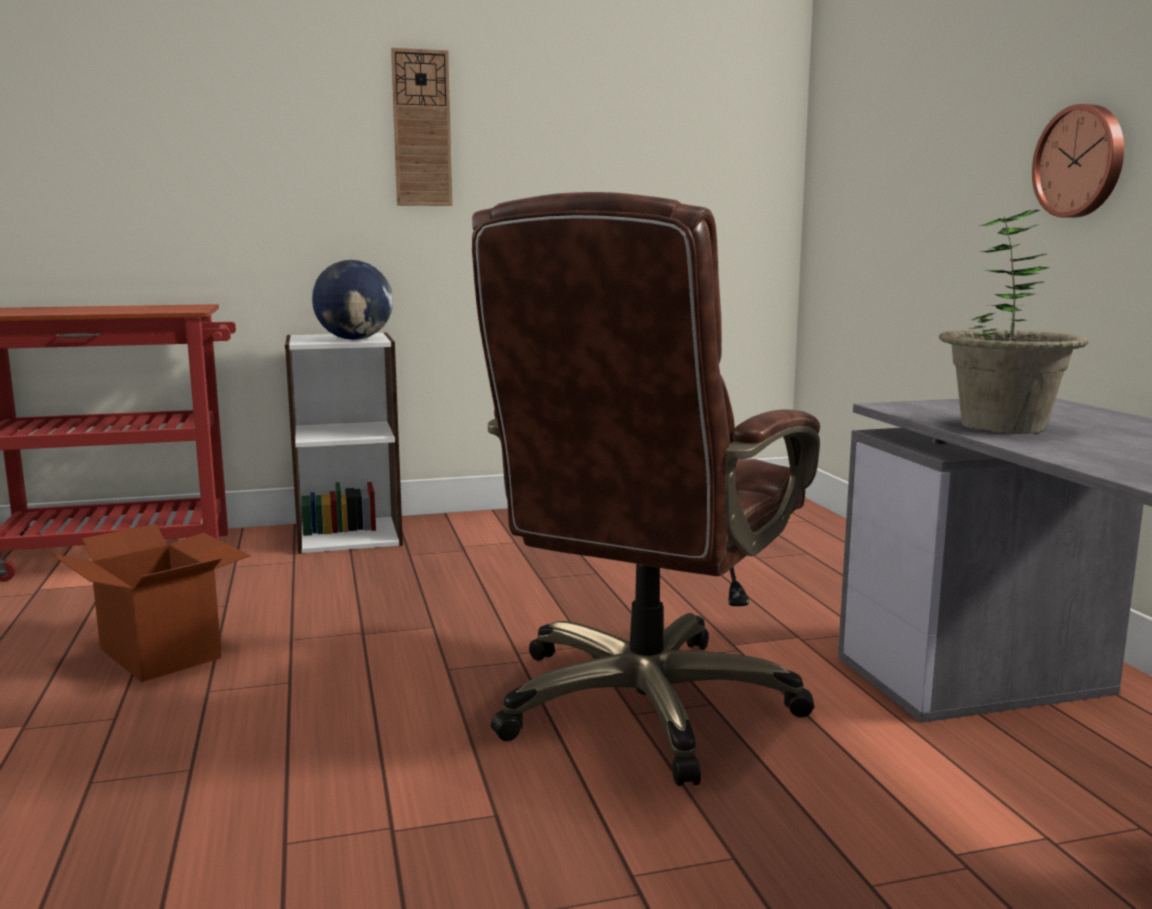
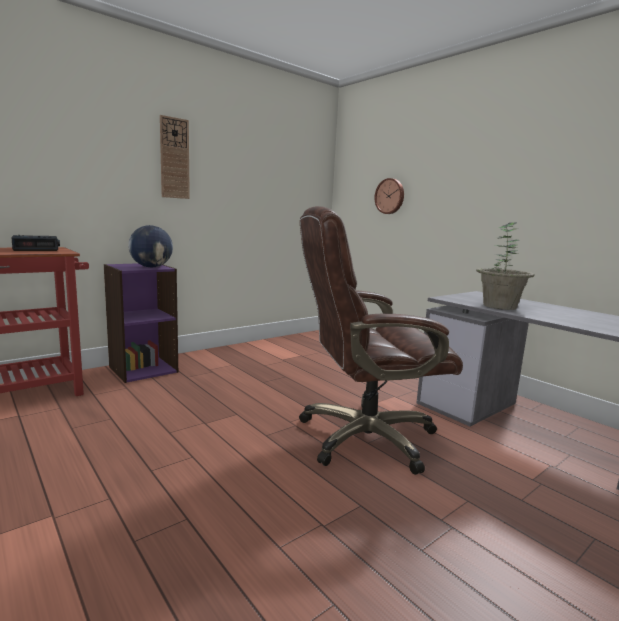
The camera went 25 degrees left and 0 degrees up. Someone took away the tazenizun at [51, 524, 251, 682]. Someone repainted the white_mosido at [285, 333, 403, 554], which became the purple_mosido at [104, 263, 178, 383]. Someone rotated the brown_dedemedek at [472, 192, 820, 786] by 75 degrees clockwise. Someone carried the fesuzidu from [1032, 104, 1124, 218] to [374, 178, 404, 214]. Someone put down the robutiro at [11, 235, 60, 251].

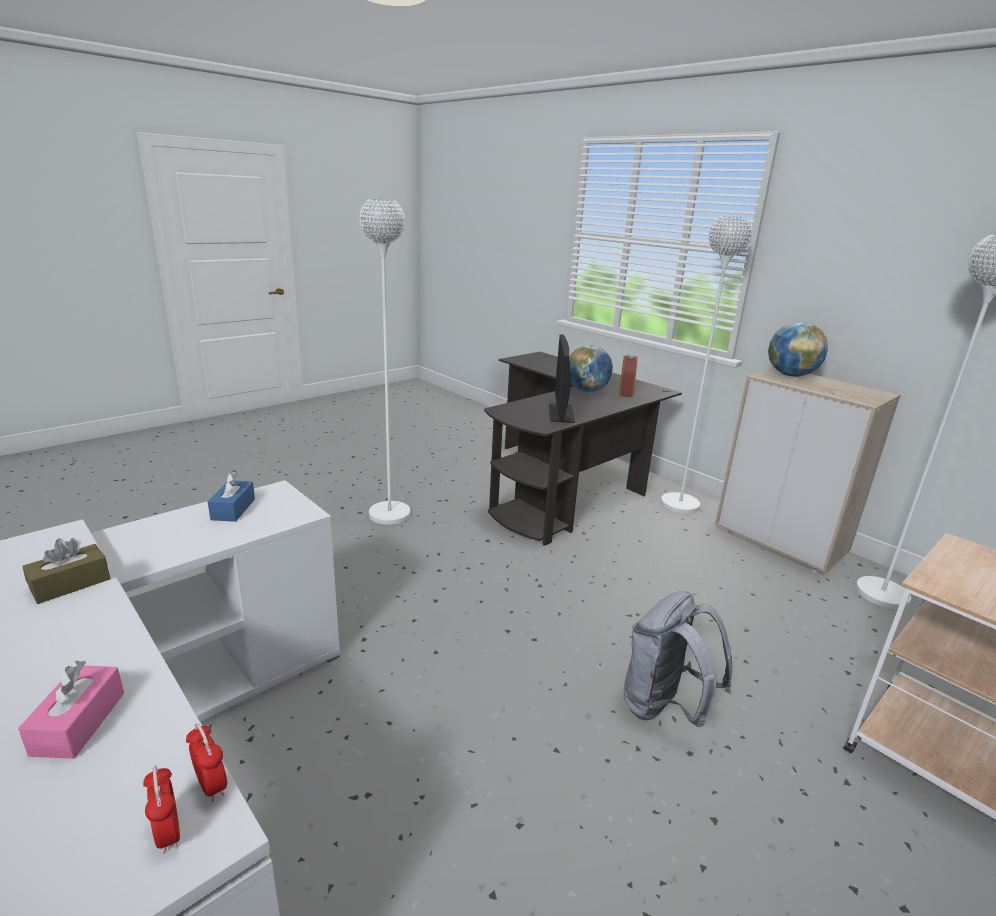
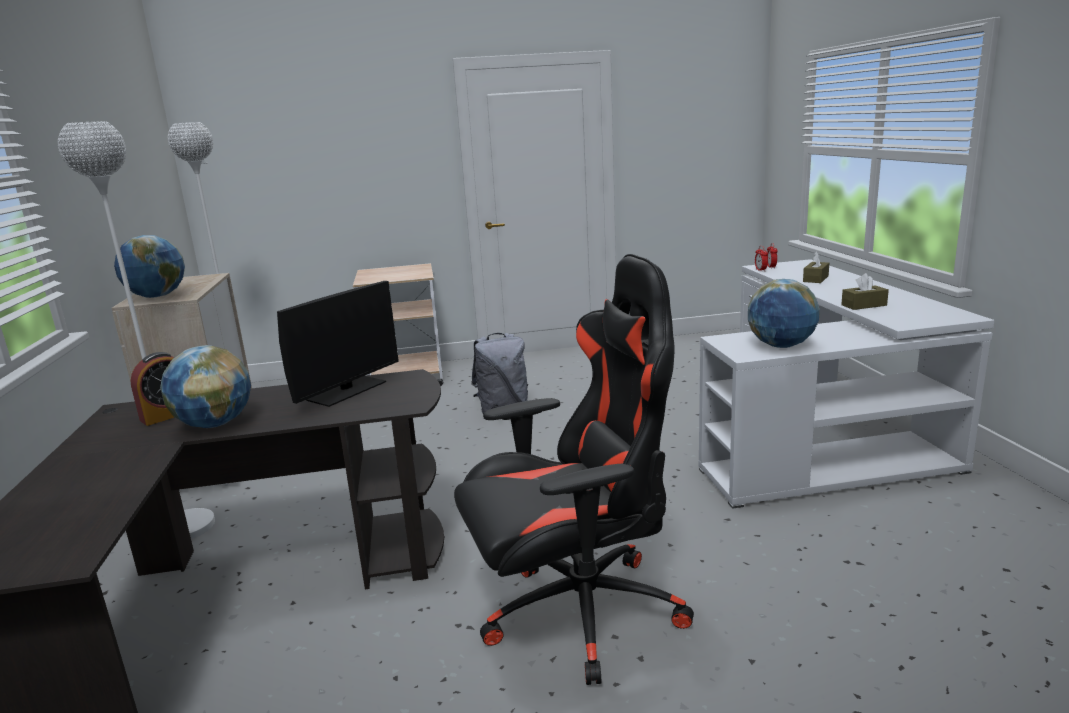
The camera went 145 degrees left and 5 degrees down. Someone repainted the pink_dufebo at [18, 661, 124, 759], which became the brown_dufebo at [803, 252, 829, 283]. Someone swapped the blue_dufebo at [208, 472, 255, 522] for the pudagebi at [748, 279, 820, 348]. Someone swapped the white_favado at [360, 199, 411, 525] for the black_dedemedek at [454, 254, 694, 685].

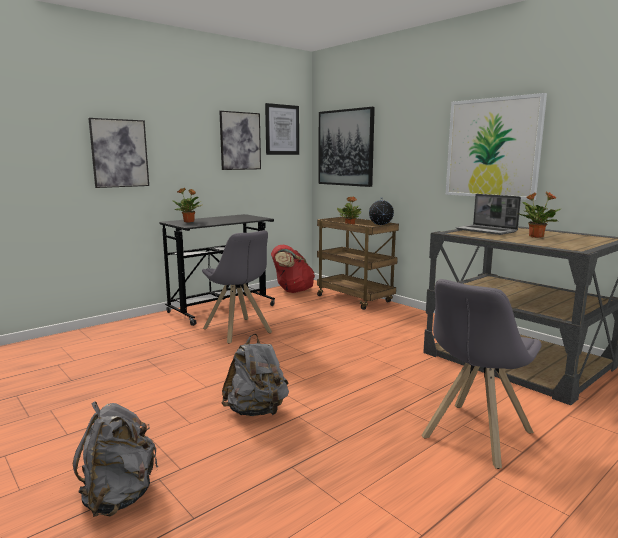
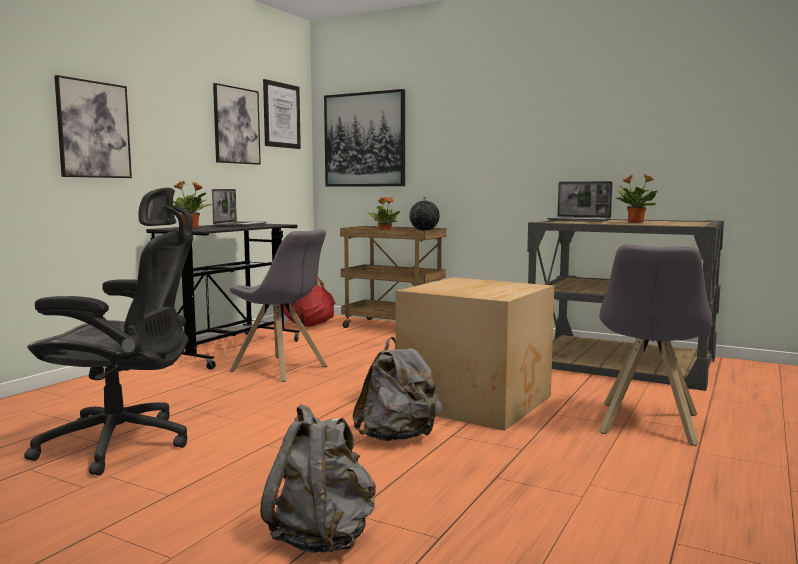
The camera went 20 degrees left and 5 degrees down. Someone took away the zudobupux at [446, 93, 547, 200]. Someone put down the dedemedek at [24, 188, 193, 476]. Someone put down the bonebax at [212, 189, 267, 227]. Someone put down the tazenizun at [395, 277, 554, 431].

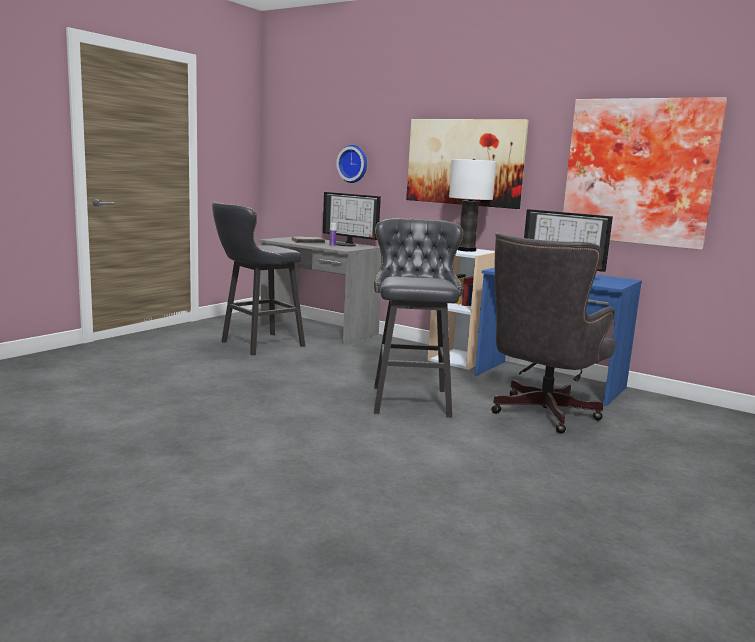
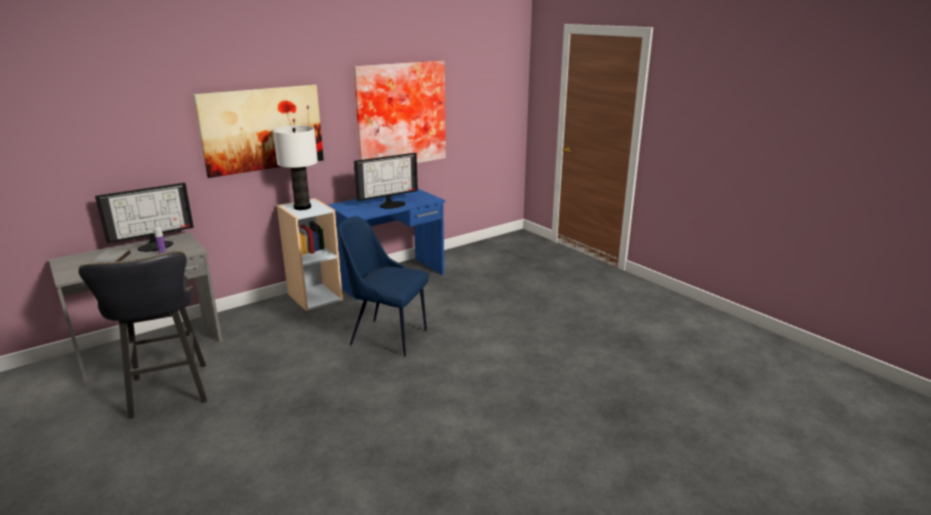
The camera went 70 degrees left and 10 degrees up. Someone took away the fesuzidu at [336, 145, 367, 183]. Someone swapped the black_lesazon at [374, 218, 463, 417] for the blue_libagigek at [339, 216, 429, 356]. Someone took away the grey_dedemedek at [491, 232, 616, 434].

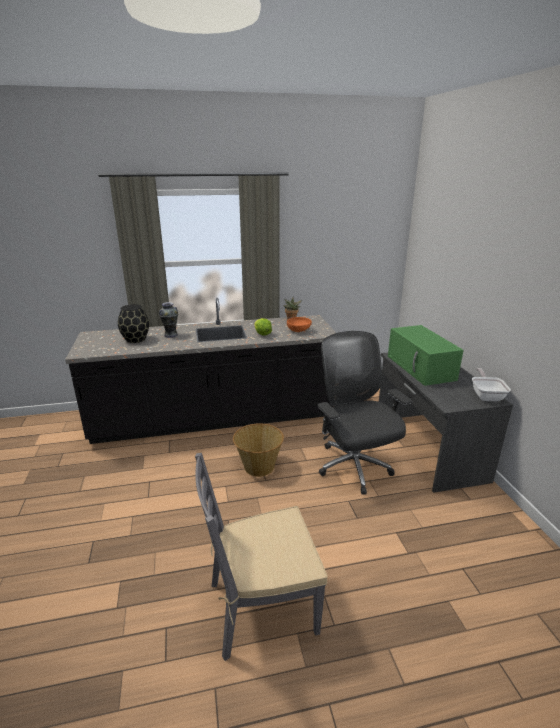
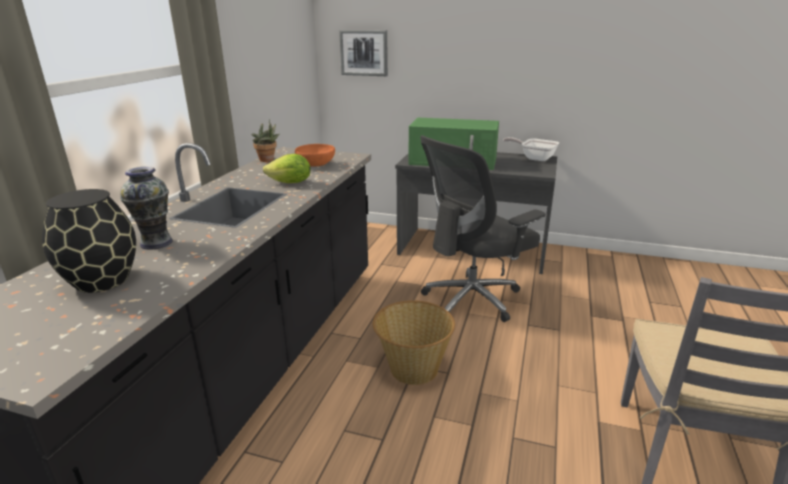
The camera went 60 degrees left and 0 degrees up. Someone rotated the dedemedek at [318, 331, 412, 495] by 45 degrees counterclockwise. Someone put up the zudobupux at [339, 30, 388, 76].

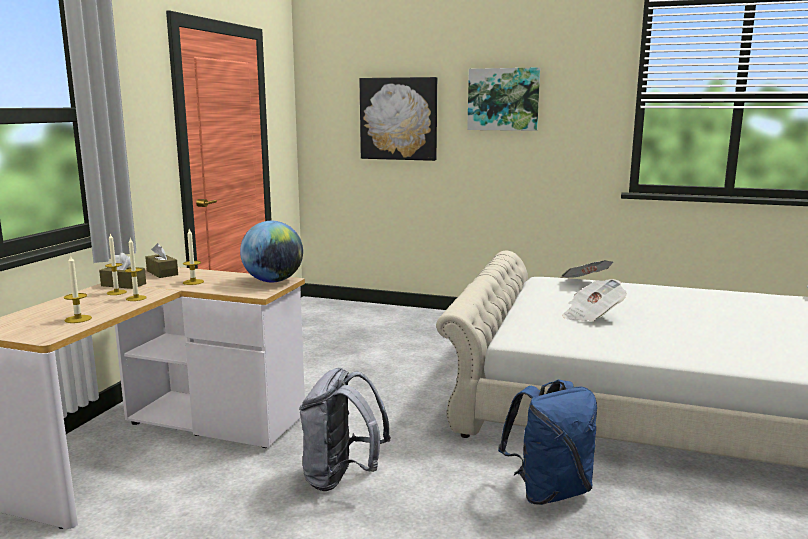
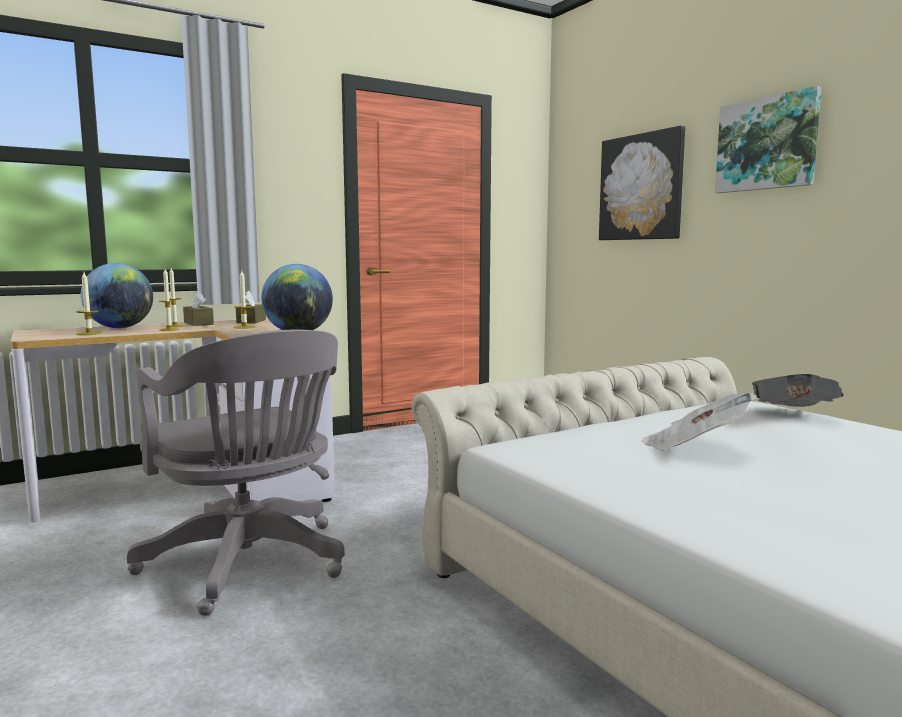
The camera went 40 degrees right and 5 degrees down. Someone swapped the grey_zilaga at [299, 368, 391, 491] for the grey_dedemedek at [127, 330, 345, 616]. Someone took away the blue_zilaga at [498, 379, 597, 505]. Someone put down the pudagebi at [81, 263, 153, 328].

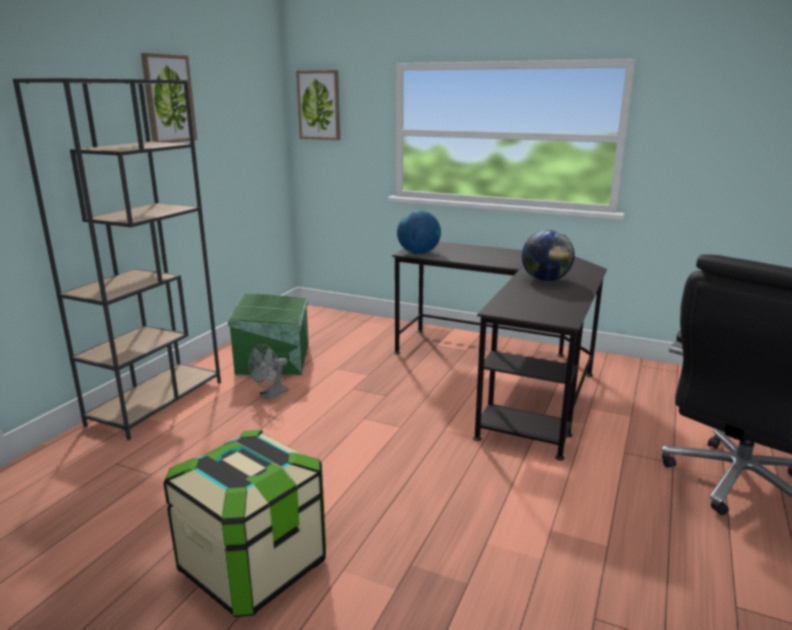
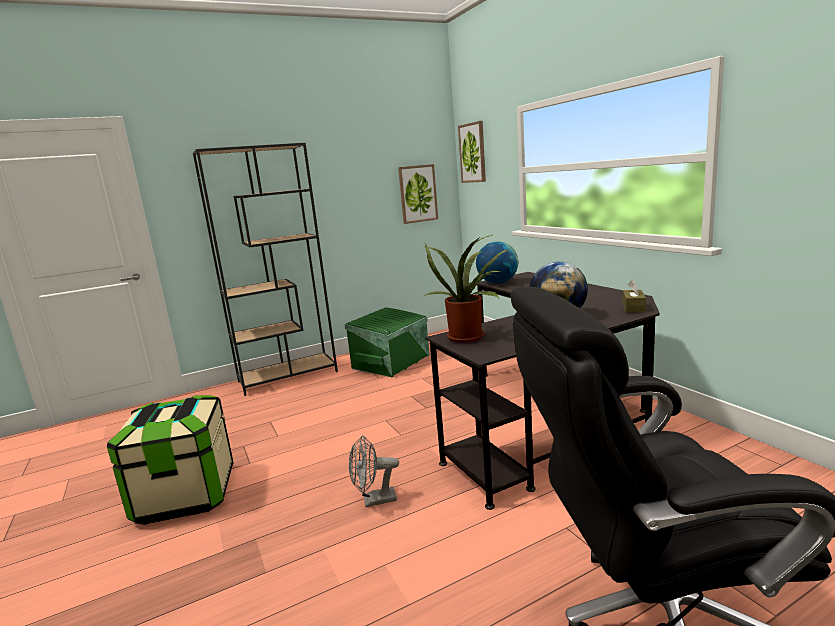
The camera went 40 degrees right and 5 degrees down. Someone carried the zudobupux from [141, 53, 197, 143] to [398, 164, 438, 224]. Someone carried the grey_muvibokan from [248, 344, 288, 400] to [349, 435, 399, 507]. Someone put down the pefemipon at [424, 235, 509, 343]. Someone put down the brown_dufebo at [622, 280, 646, 313].

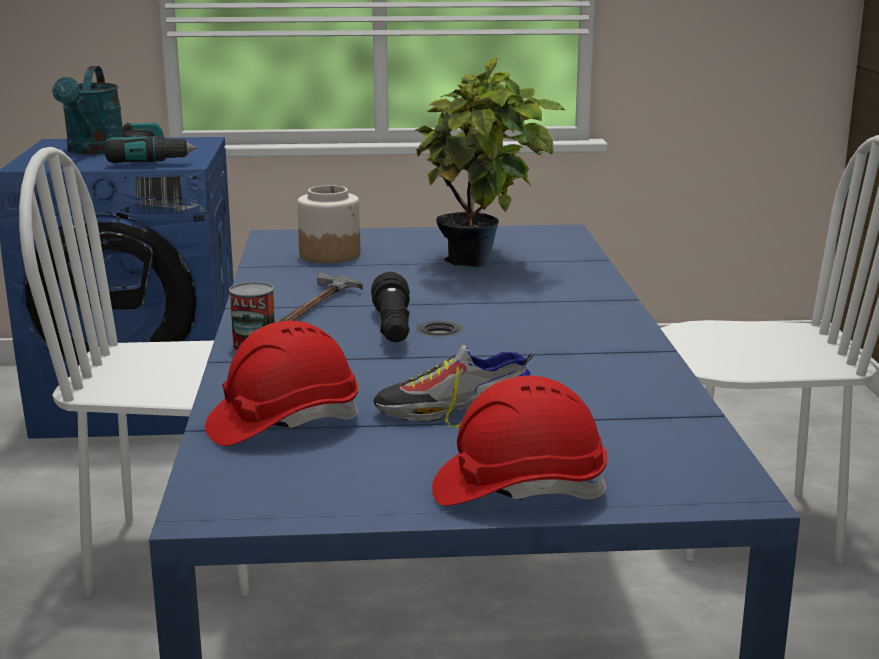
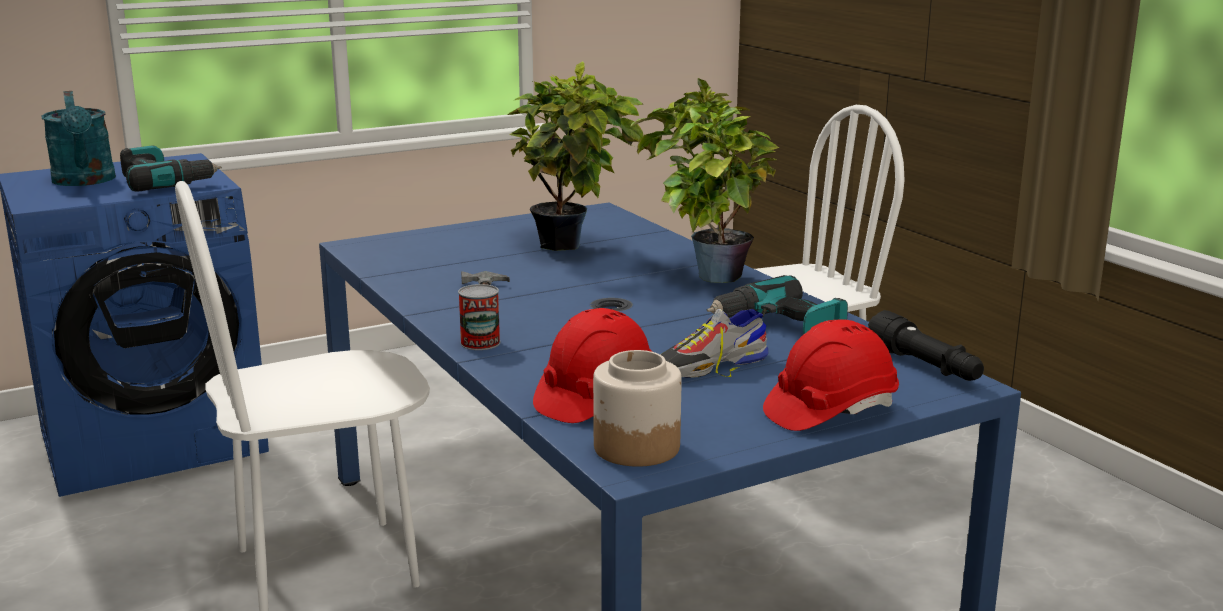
The camera went 25 degrees left and 0 degrees up. Someone carried the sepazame from [297, 185, 360, 263] to [593, 350, 682, 467]. Someone carried the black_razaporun from [371, 272, 410, 342] to [868, 310, 984, 381]. Someone put down the pefemipon at [631, 78, 779, 283]. Someone put down the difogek at [707, 275, 848, 335].

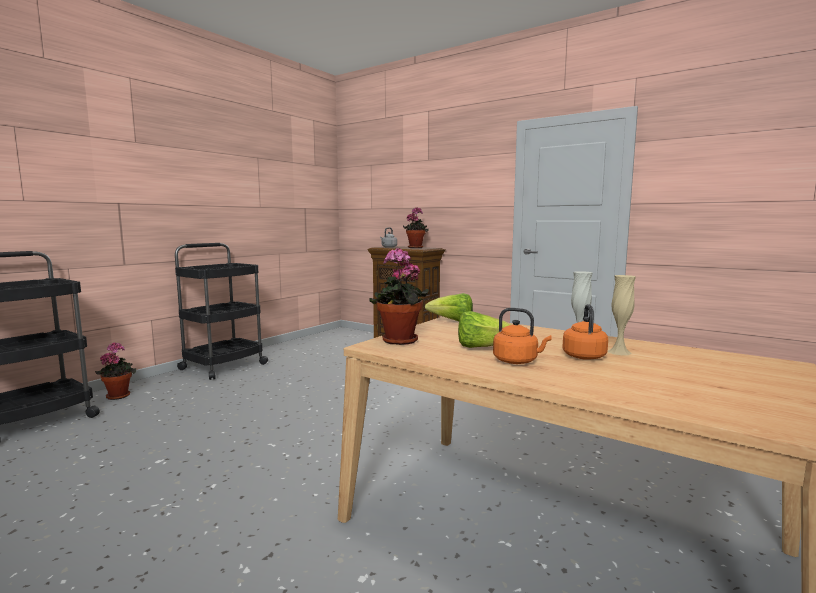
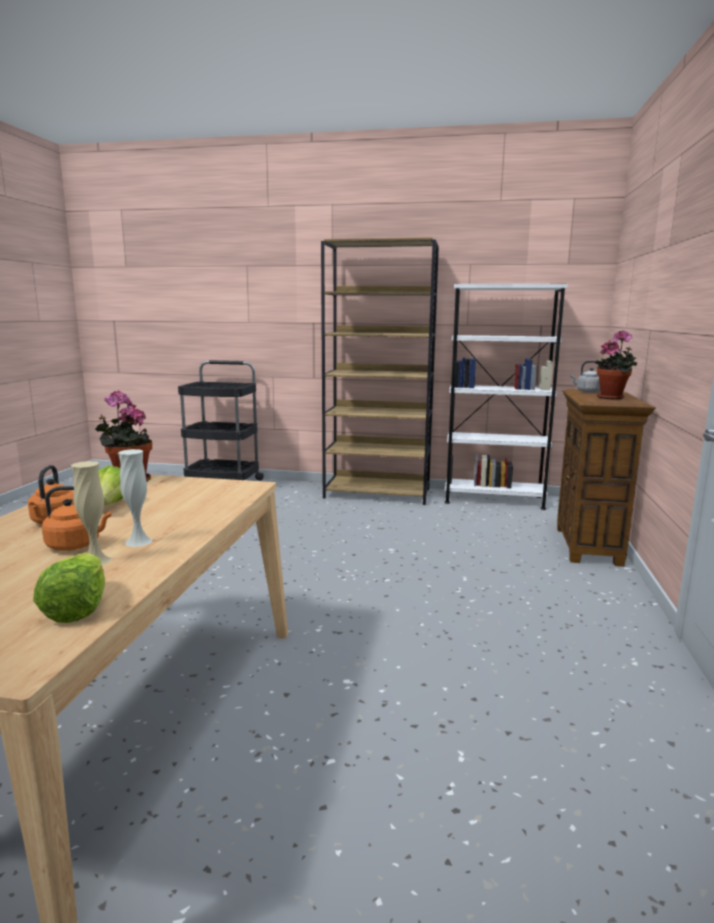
The camera went 65 degrees right and 5 degrees up. Someone took away the pefemipon at [95, 342, 136, 400]. Someone swapped the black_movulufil at [175, 243, 268, 380] for the brown_mosido at [321, 238, 439, 505]. Someone carried the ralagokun from [425, 293, 473, 321] to [33, 552, 105, 623]. Someone put down the white_mosido at [445, 284, 568, 510].

